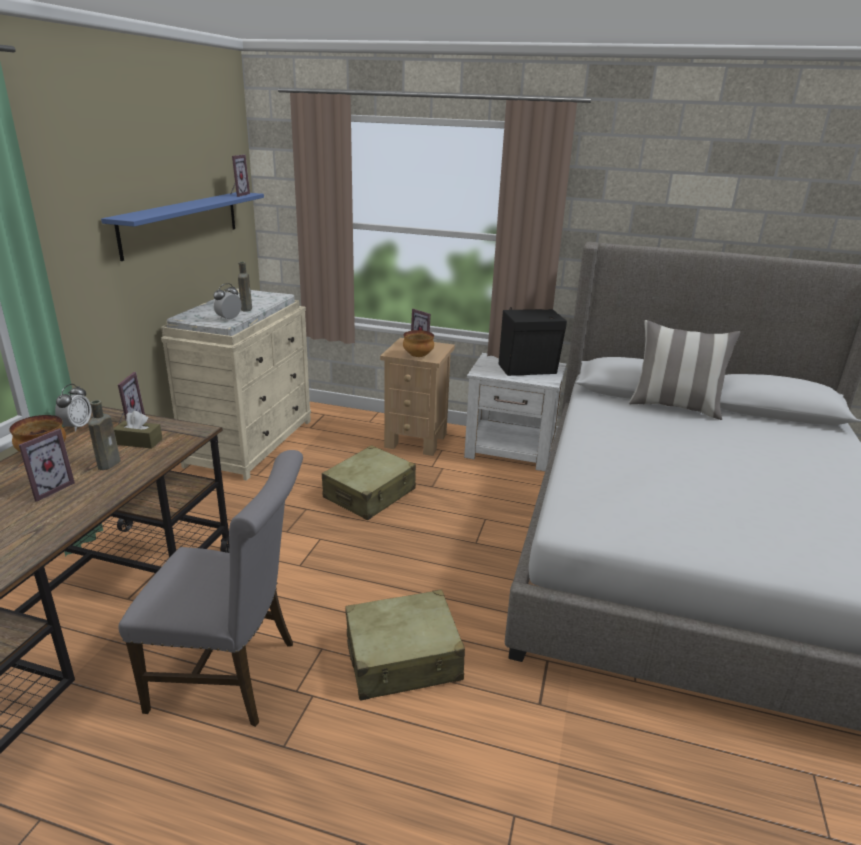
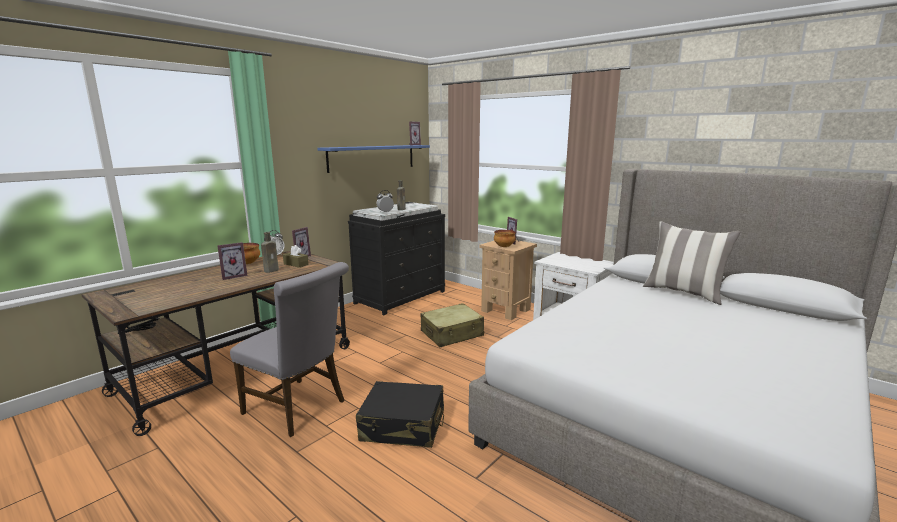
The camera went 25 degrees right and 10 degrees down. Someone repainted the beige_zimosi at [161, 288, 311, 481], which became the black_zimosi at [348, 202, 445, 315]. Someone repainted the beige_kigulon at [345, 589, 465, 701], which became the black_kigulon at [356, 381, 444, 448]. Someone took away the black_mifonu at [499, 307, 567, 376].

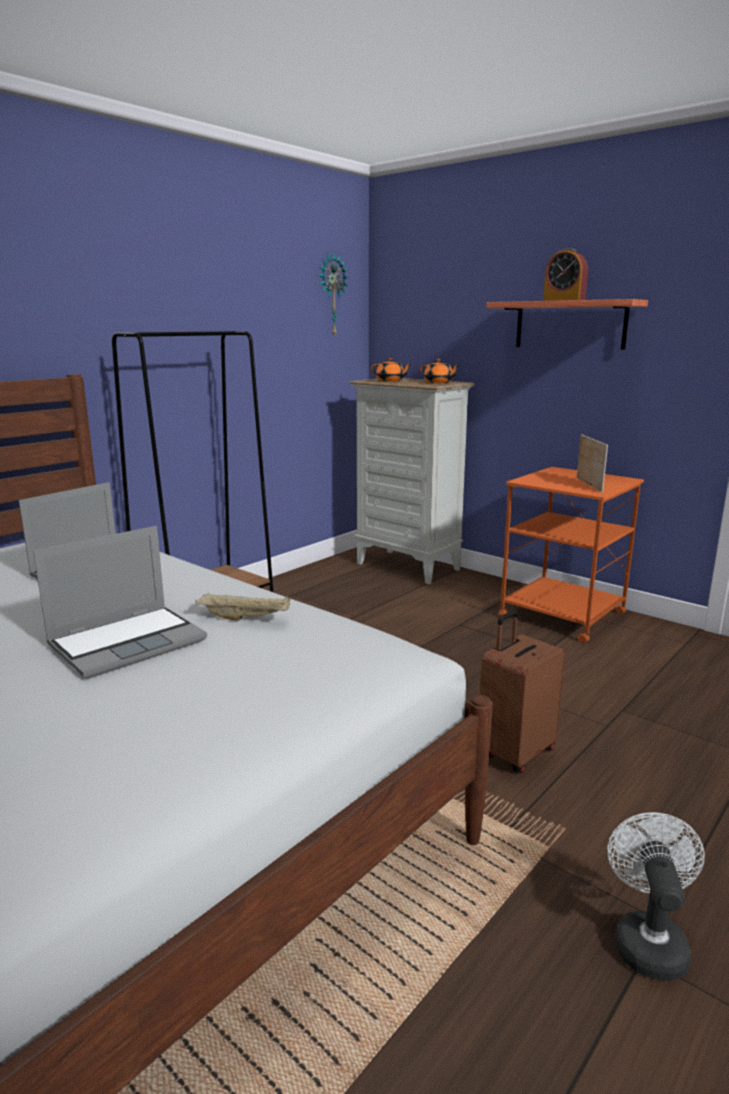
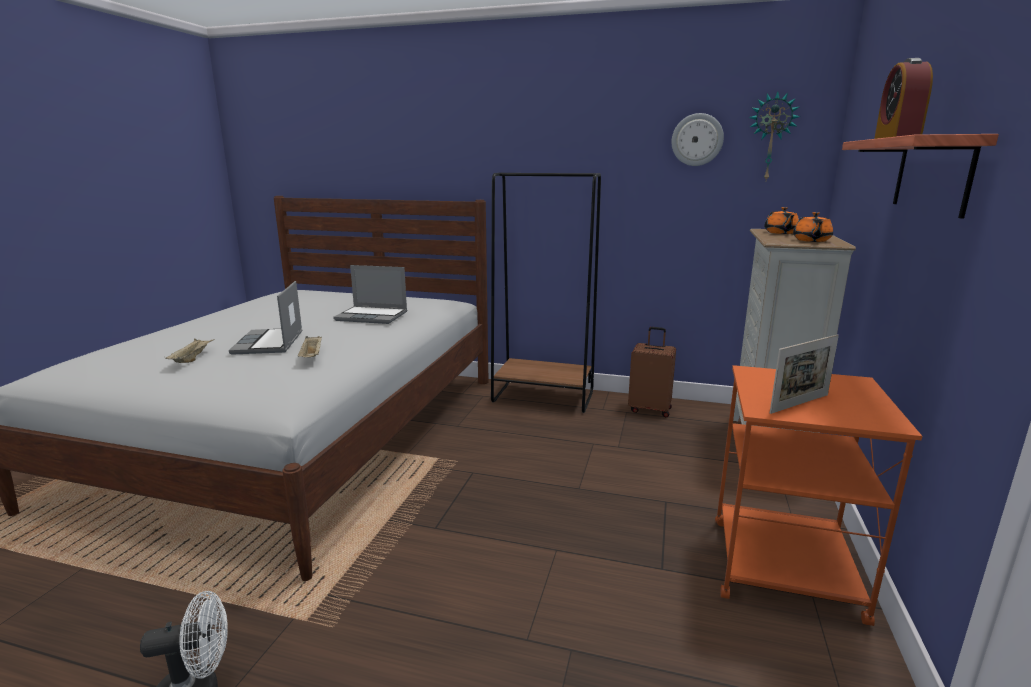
The camera went 65 degrees right and 0 degrees up. Someone rotated the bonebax at [33, 526, 207, 679] by 60 degrees clockwise. Someone carried the brown_kigulon from [480, 610, 565, 773] to [628, 327, 676, 417]. Someone put down the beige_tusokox at [165, 339, 215, 363]. Someone put up the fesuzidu at [672, 113, 724, 166].

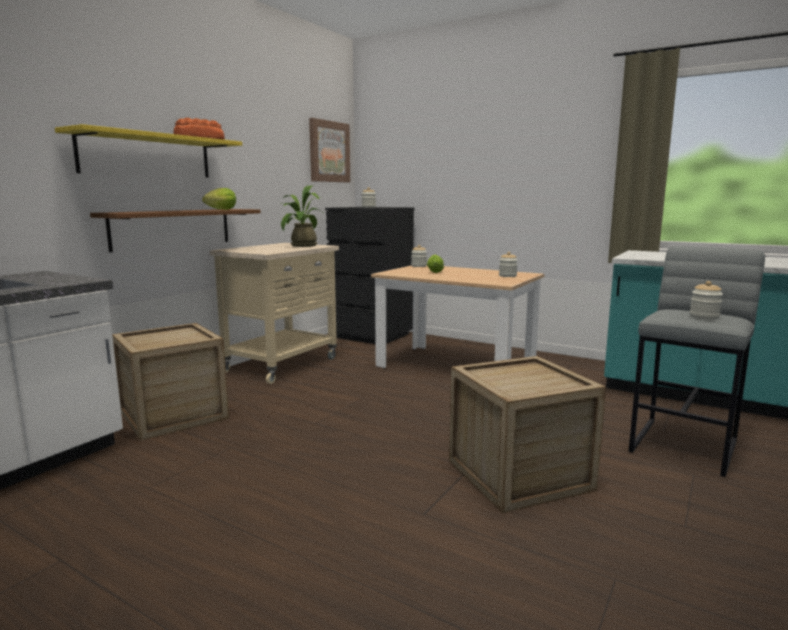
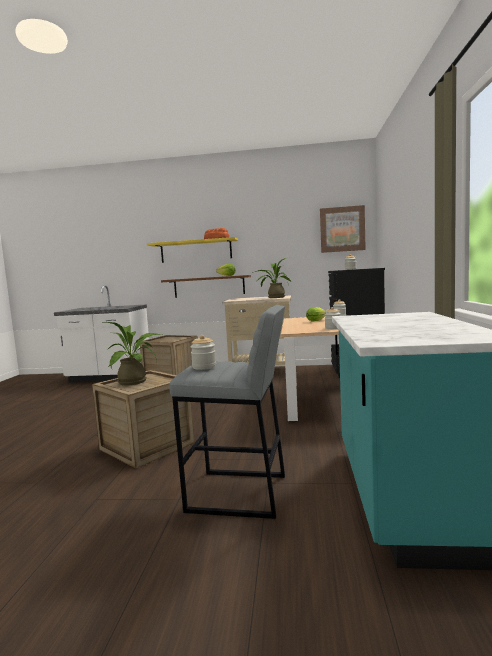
The camera went 65 degrees right and 5 degrees down. Someone put down the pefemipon at [102, 322, 162, 385].

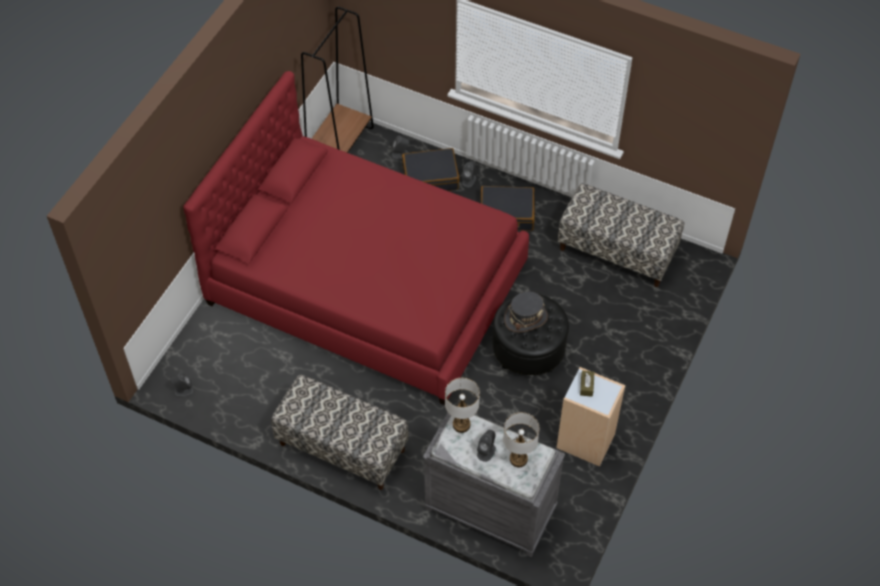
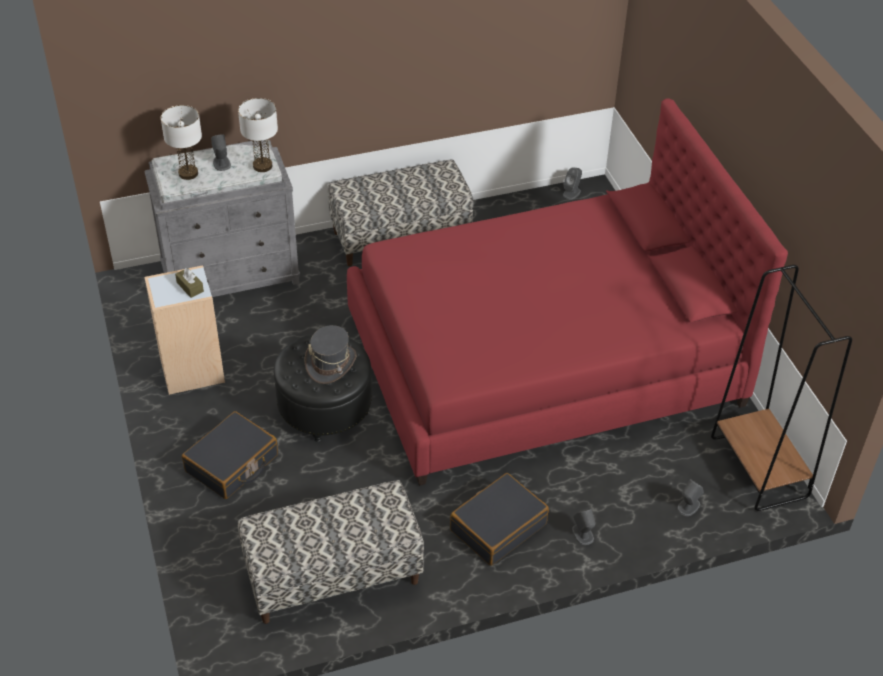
The camera went 135 degrees right and 10 degrees down. Someone carried the black_kigulon from [402, 148, 459, 191] to [182, 411, 278, 499].

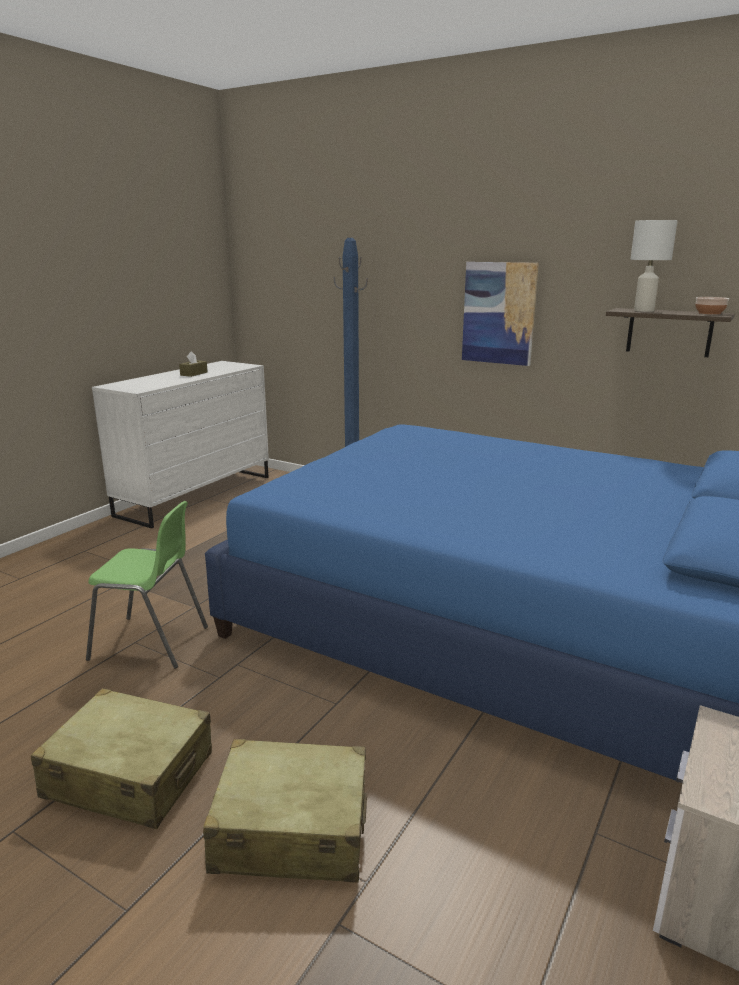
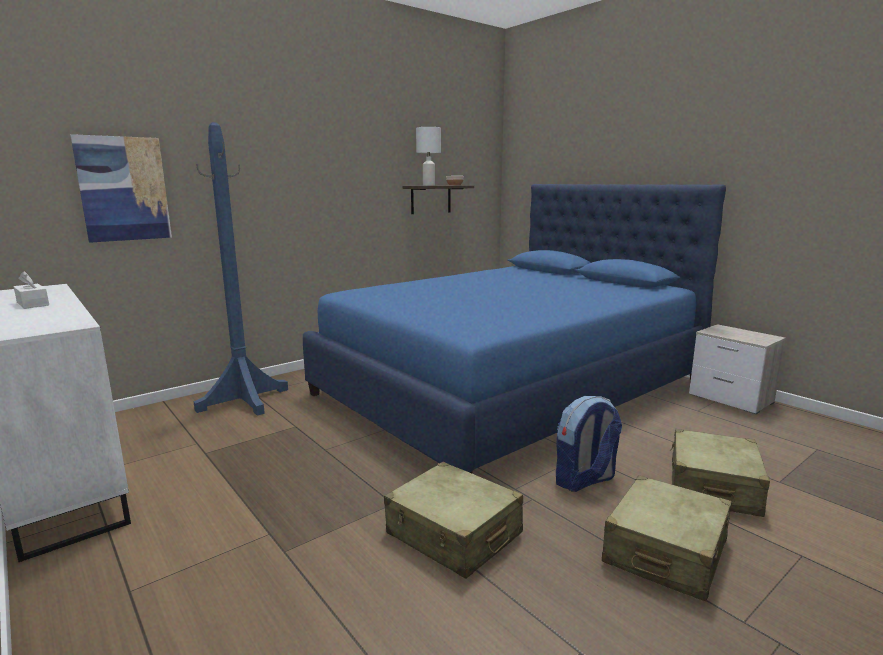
The camera went 70 degrees left and 5 degrees down. Someone swapped the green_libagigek at [86, 501, 208, 669] for the beige_kigulon at [384, 462, 523, 579]. Someone repainted the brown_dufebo at [179, 351, 208, 377], which became the white_dufebo at [14, 271, 49, 309]. Someone carried the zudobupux from [462, 262, 539, 366] to [70, 134, 172, 243]. Someone put down the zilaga at [556, 396, 622, 492].

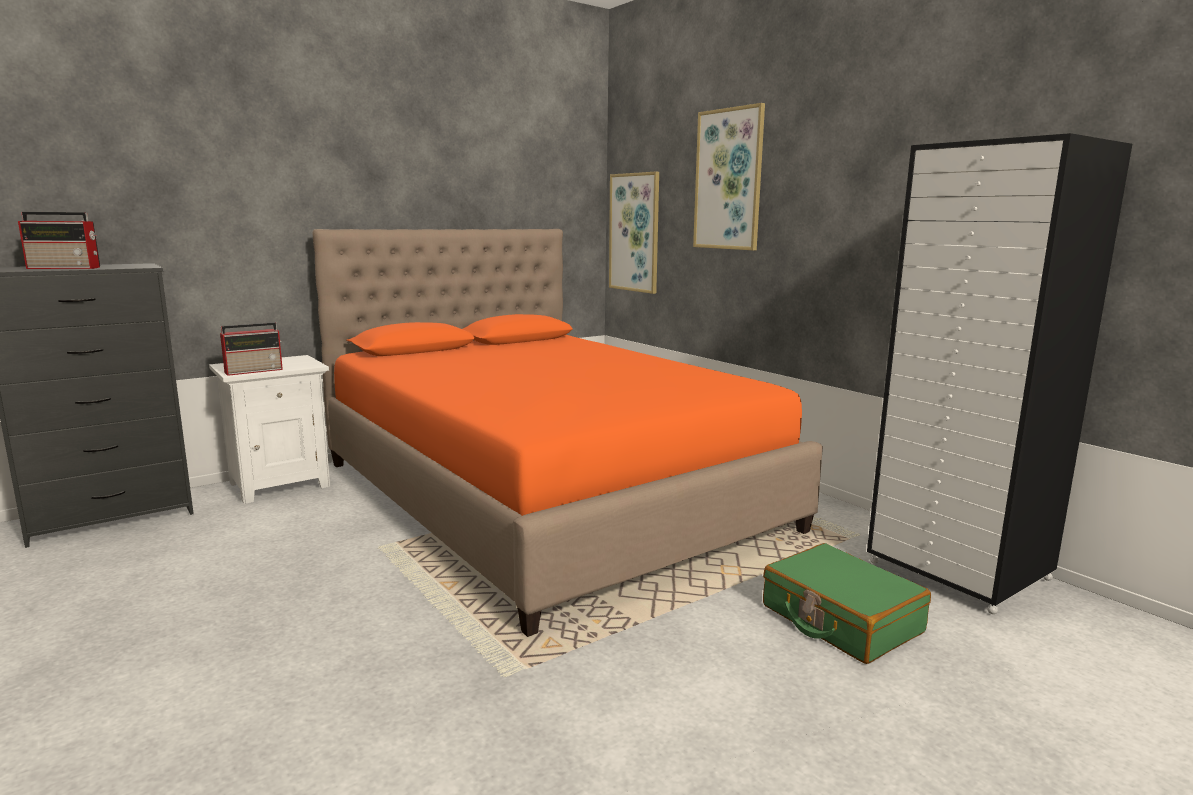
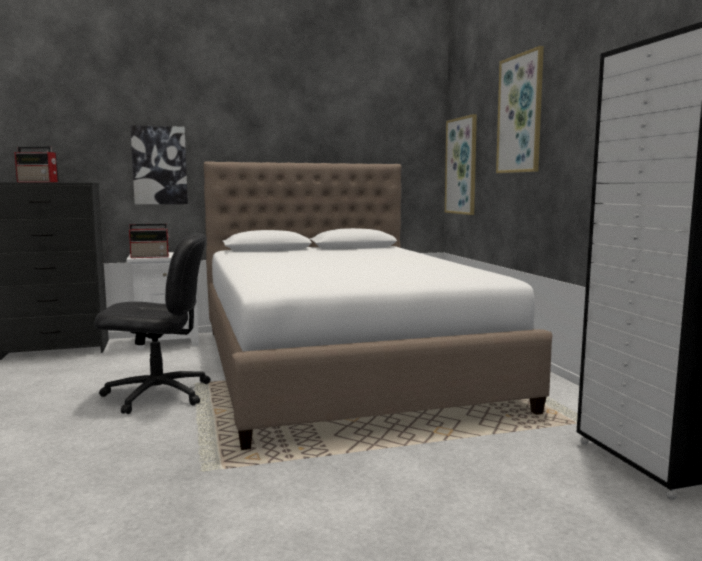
The camera went 20 degrees right and 5 degrees down. Someone repainted the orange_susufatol at [312, 229, 823, 637], which became the white_susufatol at [203, 161, 553, 450]. Someone took away the green_kigulon at [763, 543, 931, 664]. Someone put down the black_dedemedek at [94, 233, 211, 414]. Someone put up the zudobupux at [130, 125, 188, 204].

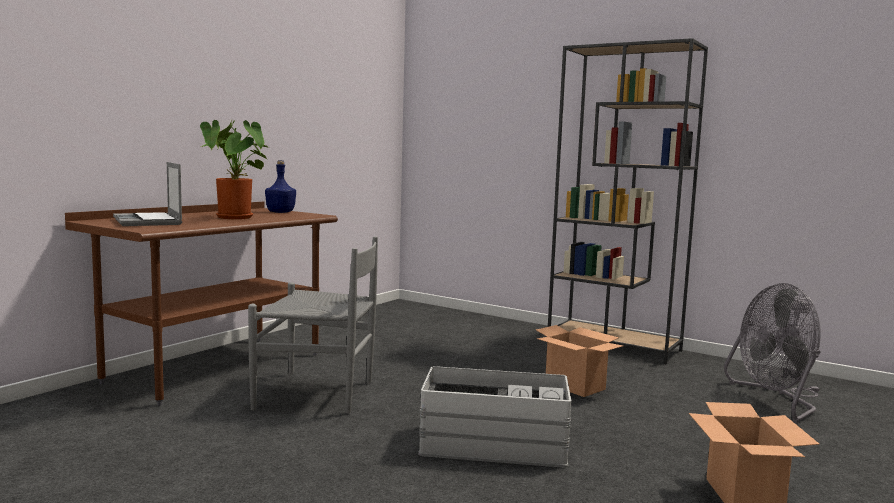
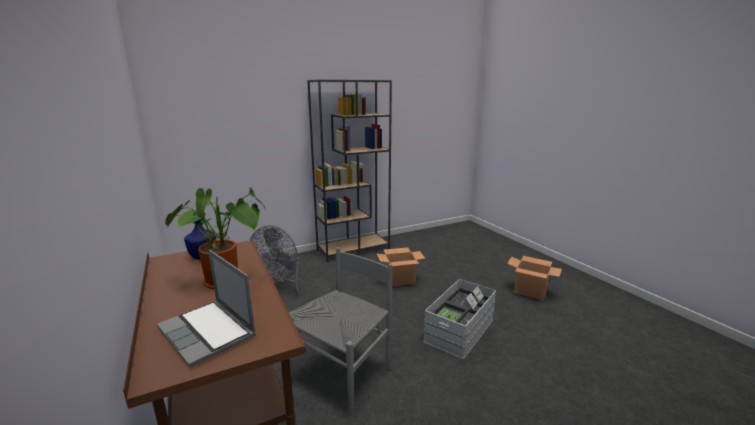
The camera went 60 degrees left and 10 degrees up. Someone rotated the bonebax at [113, 162, 182, 226] by 45 degrees clockwise. Someone carried the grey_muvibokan from [724, 283, 821, 424] to [249, 225, 300, 296].

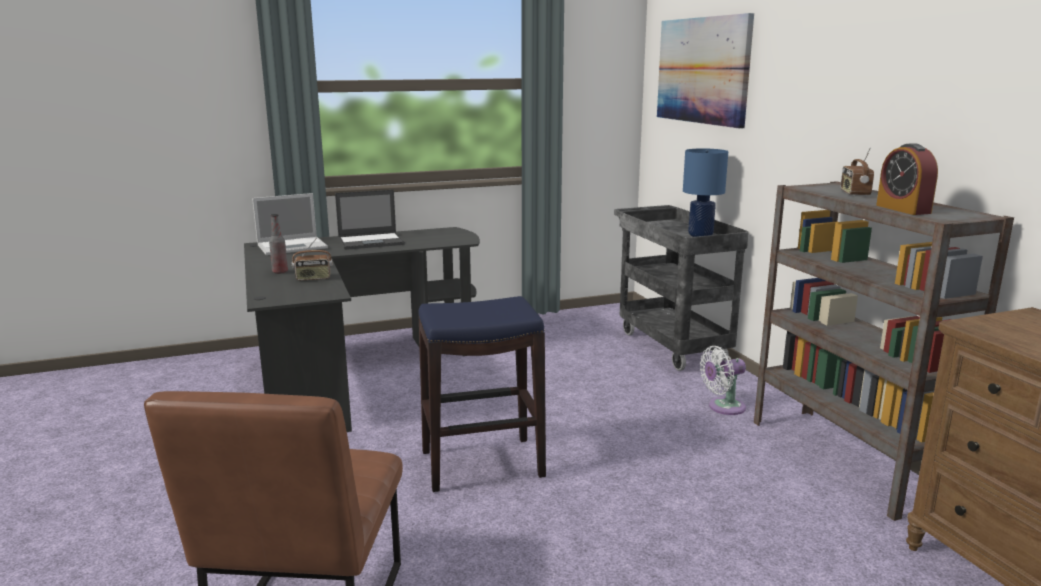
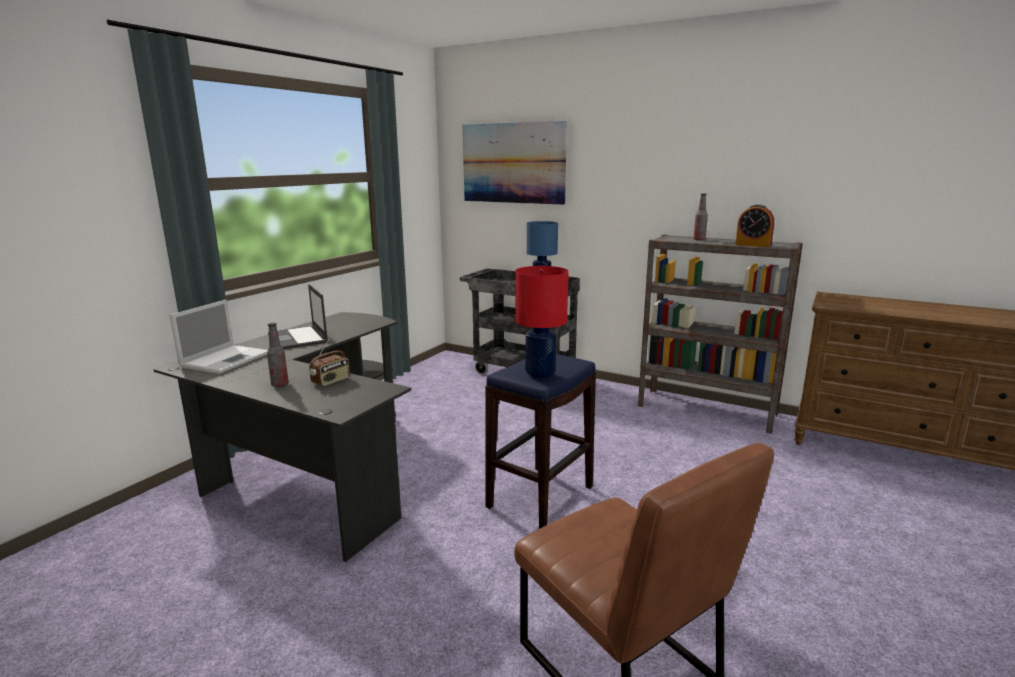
The camera went 40 degrees left and 0 degrees up. Someone rotated the bonebax at [335, 190, 405, 250] by 120 degrees clockwise. Someone took away the white_muvibokan at [700, 346, 746, 415]. Someone swapped the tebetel at [841, 147, 874, 196] for the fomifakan at [693, 194, 708, 241]. Someone put down the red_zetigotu at [515, 266, 569, 378].

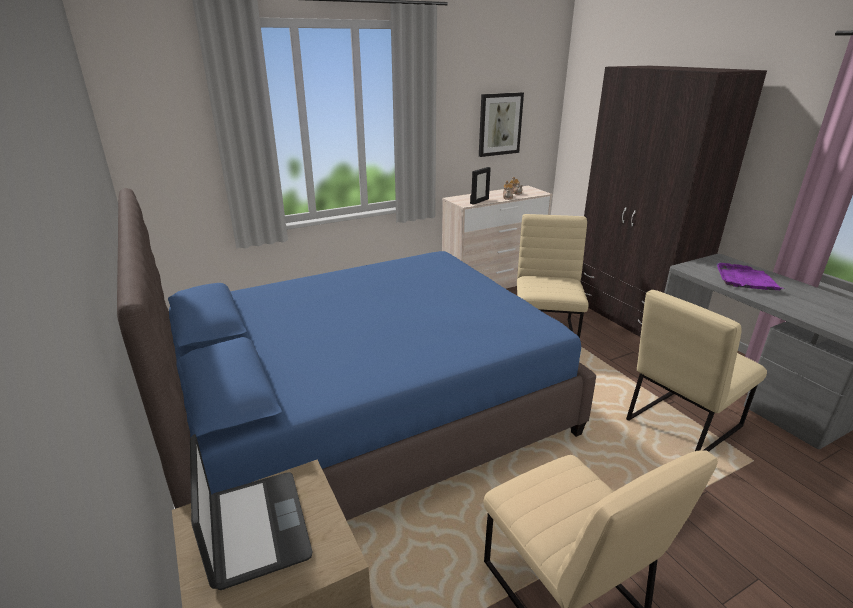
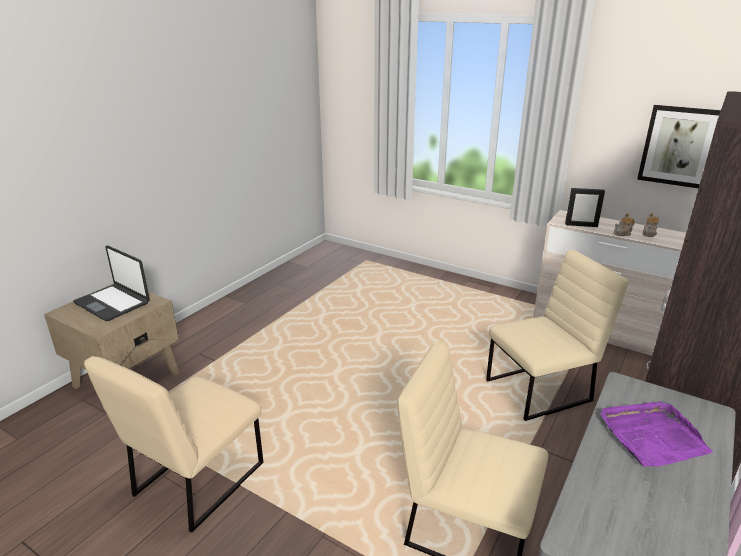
The camera went 60 degrees right and 0 degrees up. Someone took away the blue_susufatol at [117, 188, 596, 521]. Someone rotated the bonebax at [190, 434, 313, 590] by 90 degrees clockwise.

